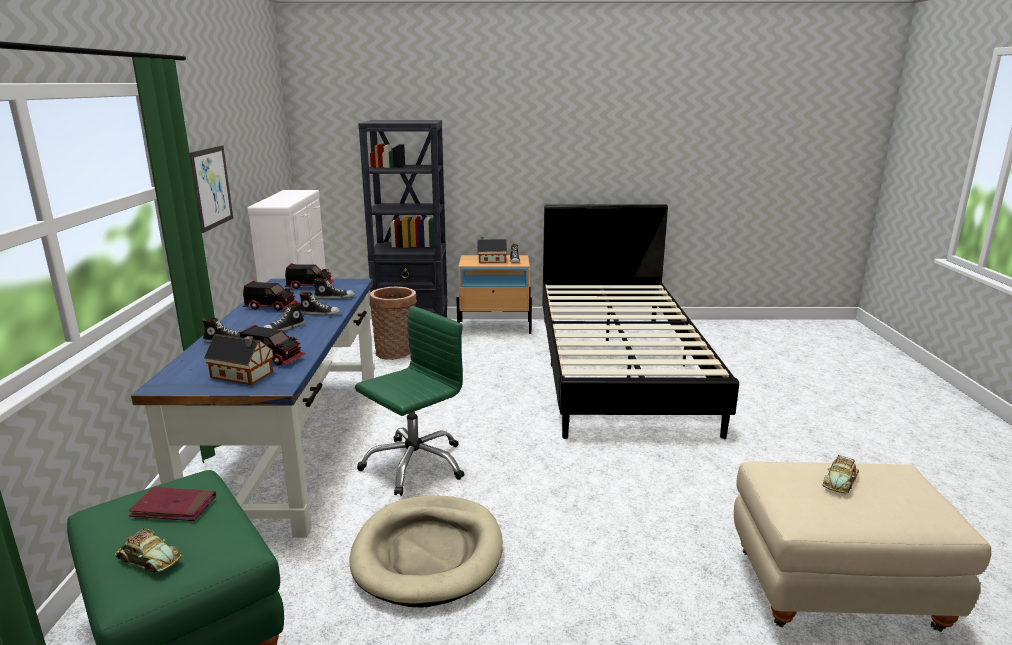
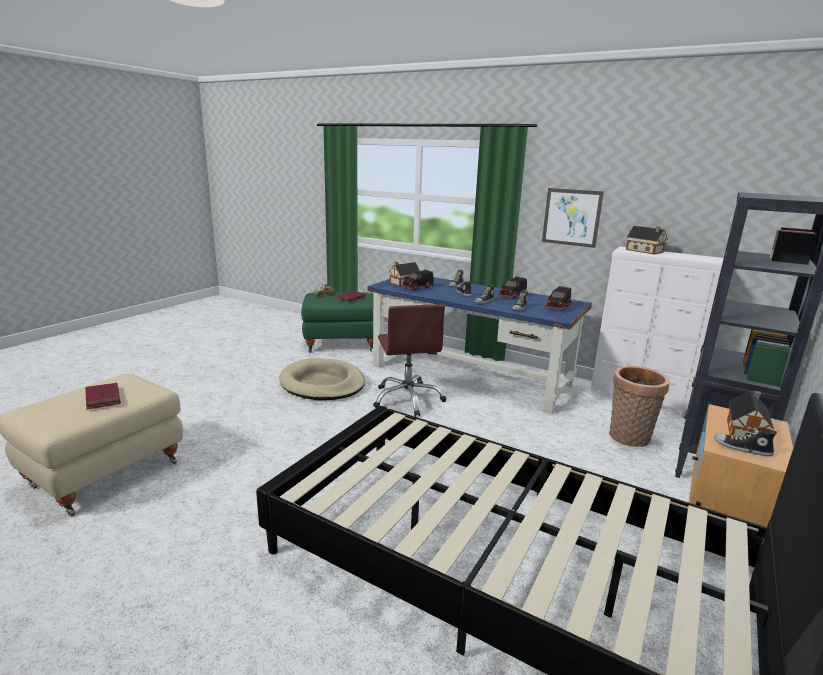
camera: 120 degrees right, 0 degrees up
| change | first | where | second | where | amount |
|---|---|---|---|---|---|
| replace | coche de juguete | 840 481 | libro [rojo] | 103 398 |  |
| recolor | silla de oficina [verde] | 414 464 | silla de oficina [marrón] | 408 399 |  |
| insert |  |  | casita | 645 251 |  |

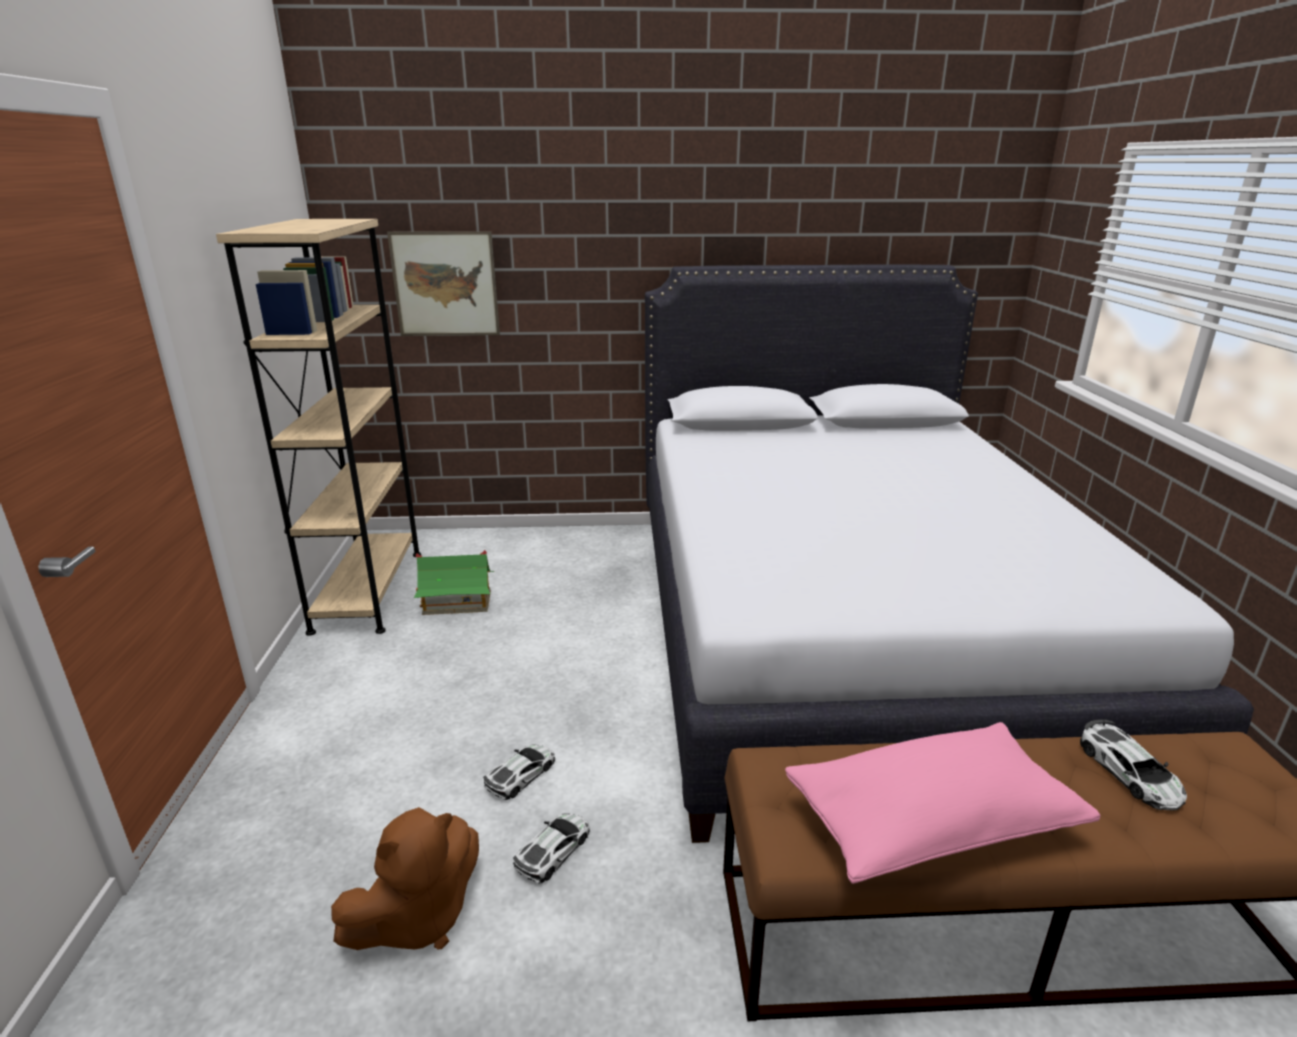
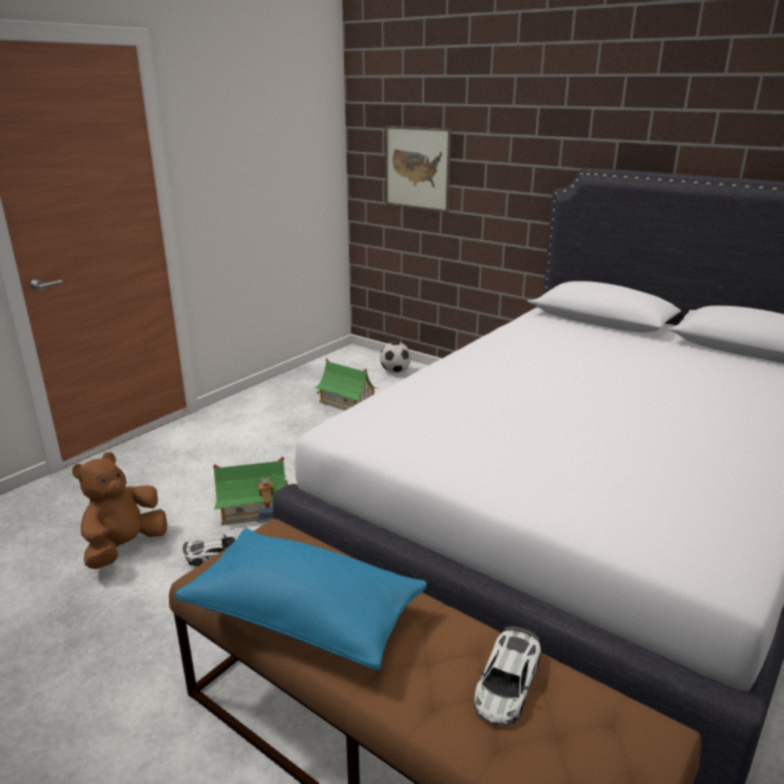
camera: 40 degrees right, 0 degrees up
| change | first | where | second | where | amount |
|---|---|---|---|---|---|
| rotate | peluche [marrón] | 418 918 |  | 125 548 | 120 degrees clockwise |
| recolor | cojín [rosa] | 930 823 | cojín [azul] | 304 616 |  |
| replace | coche de juguete | 521 775 | casita | 254 509 |  |
| insert |  |  | balón de fútbol | 395 371 |  |
| delete | estantería [beis] | 368 590 |  |  |  |

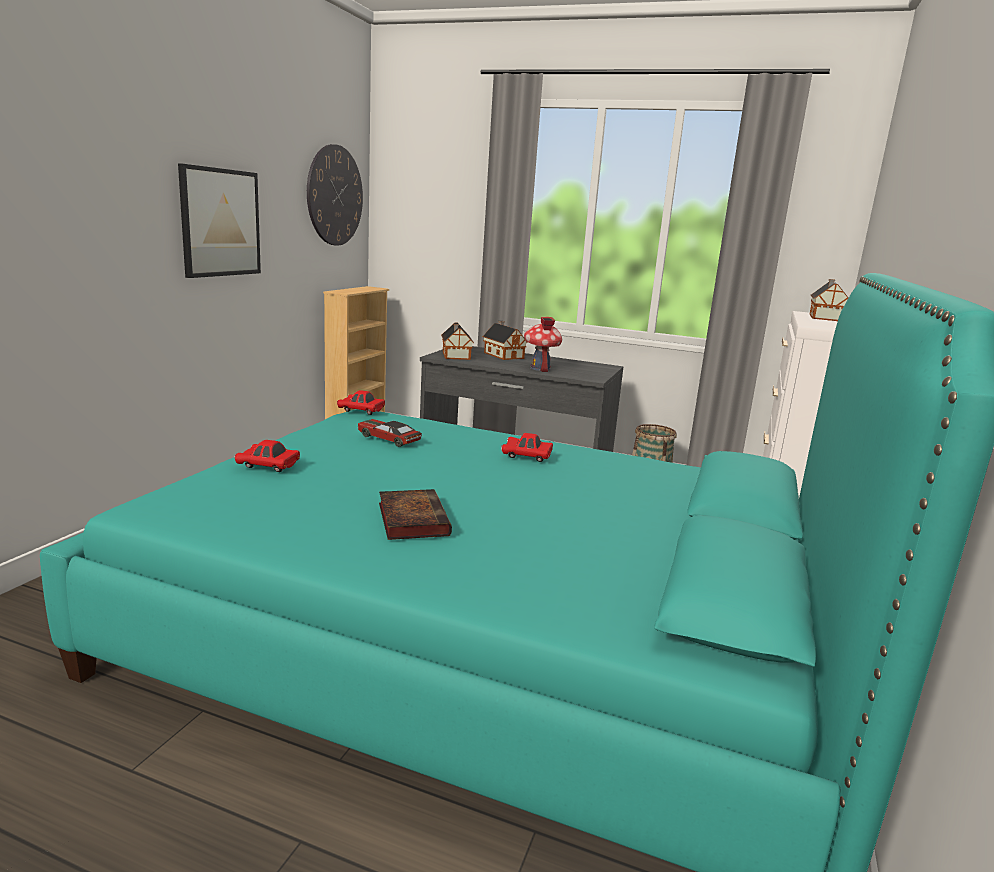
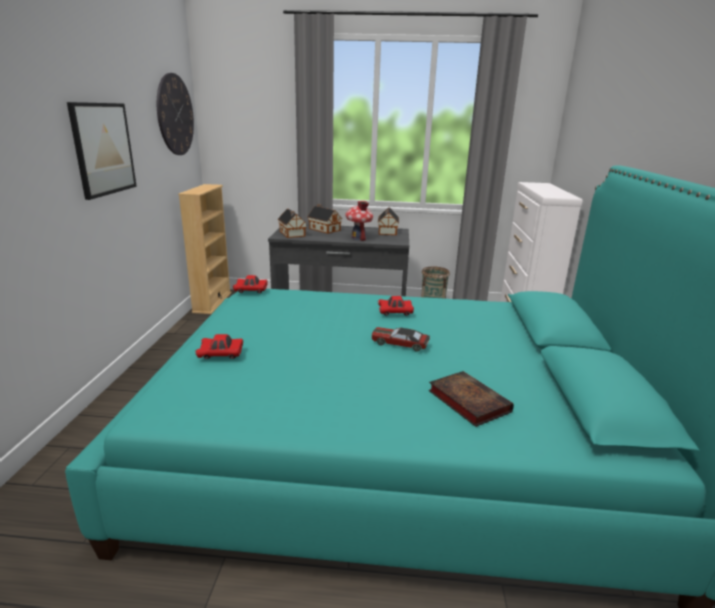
camera: 15 degrees left, 5 degrees up
| change | first | where | second | where | amount |
|---|---|---|---|---|---|
| move | coche de juguete | 388 439 |  | 399 343 |  |
| move | casita | 825 318 |  | 387 232 |  |
| move | libro | 411 519 |  | 466 401 |  |

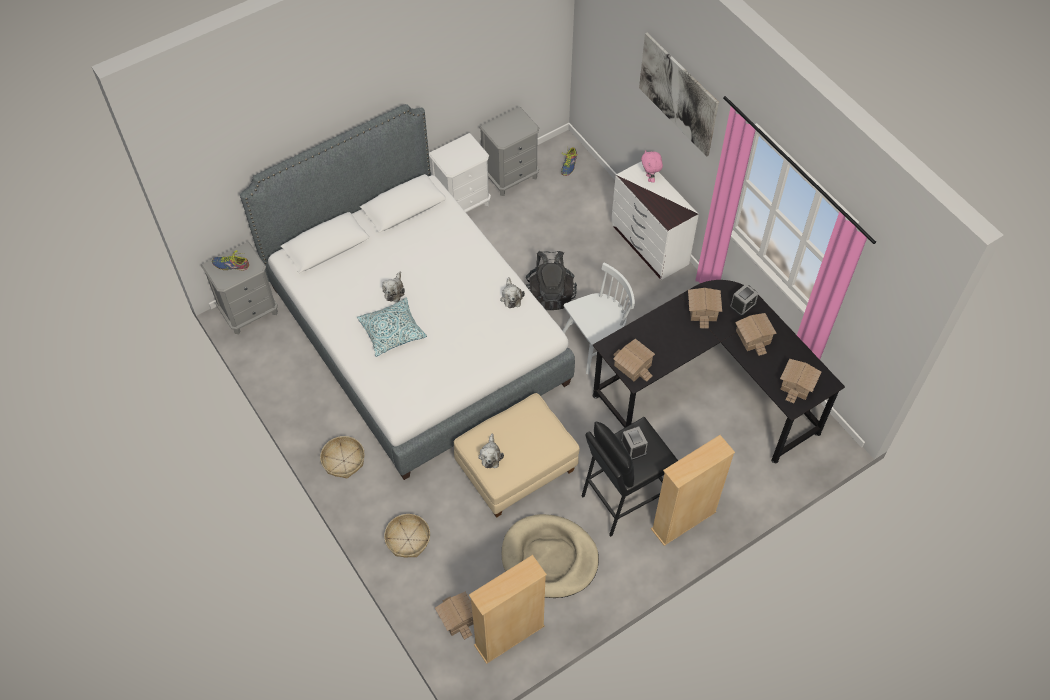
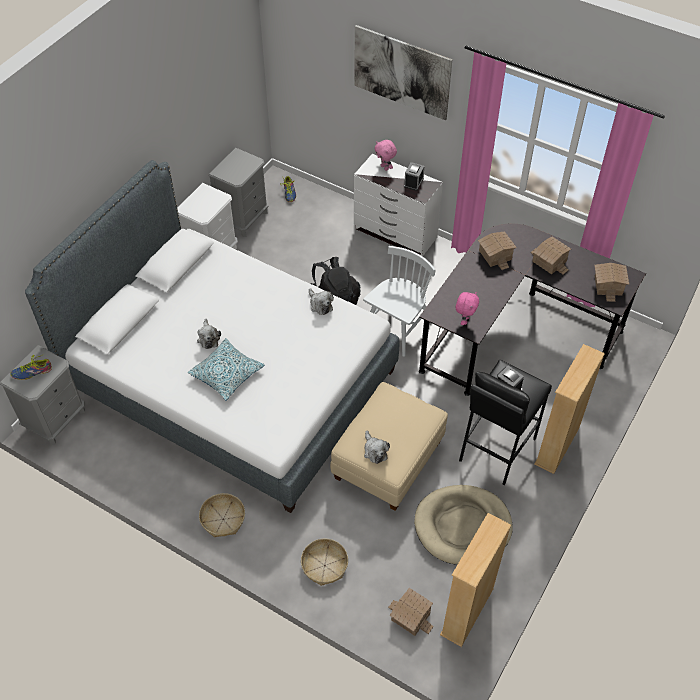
camera: 25 degrees left, 5 degrees down
| change | first | where | second | where | amount |
|---|---|---|---|---|---|
| move | despertador | 742 305 |  | 413 182 |  |
| replace | casita | 633 365 | peluche [rosa] | 464 320 |  |

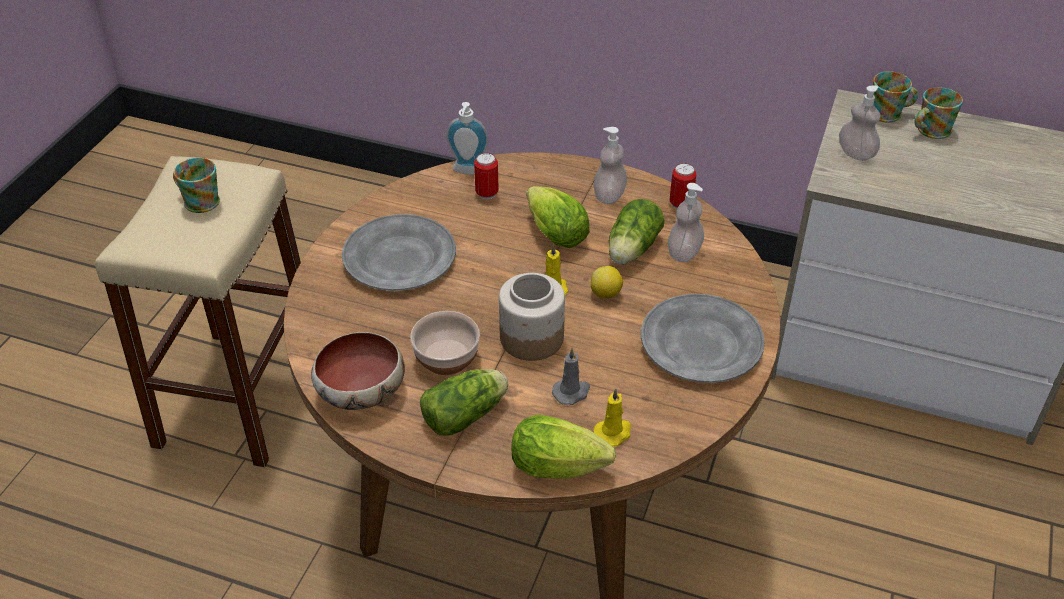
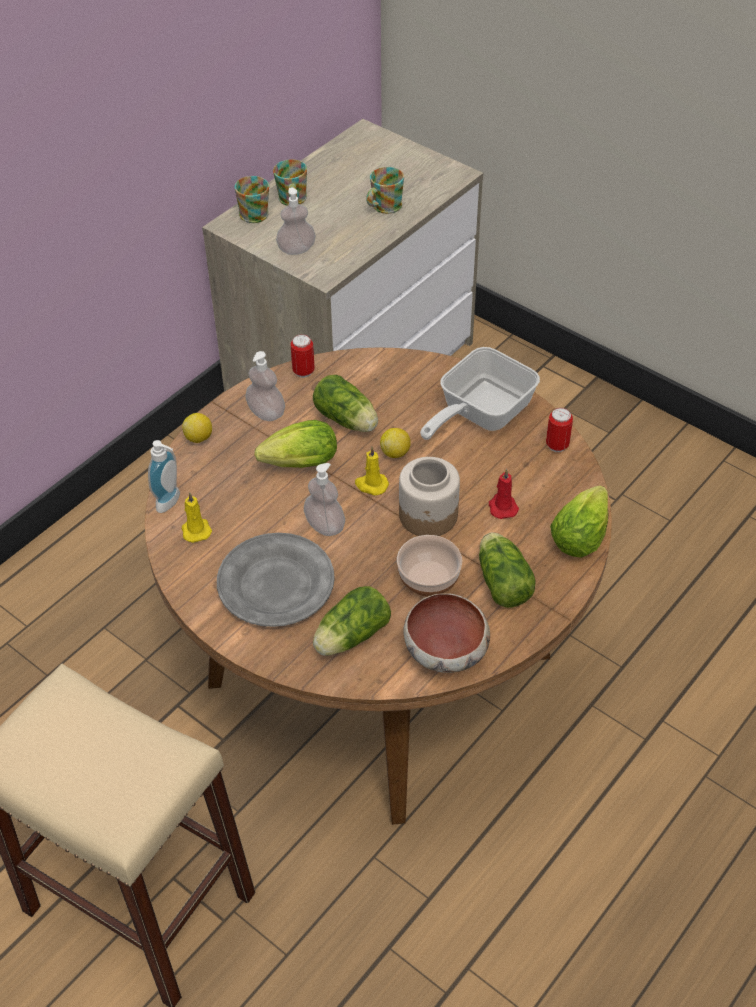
camera: 70 degrees left, 5 degrees up
| change | first | where | second | where | amount |
|---|---|---|---|---|---|
| insert |  |  | limón | 199 438 |  |
| move | vela [amarillo] | 613 432 |  | 196 530 |  |
| move | dispensador de jabón | 684 253 |  | 325 526 |  |
| insert |  |  | lechuga | 349 637 |  |
| move | taza grande | 198 200 |  | 383 207 |  |
| replace | plato [gris] | 700 343 | sartén | 478 414 |  |
| recolor | vela [gris] | 572 392 | vela [rojo] | 502 506 |  |
| move | lata | 487 193 |  | 557 445 |  |

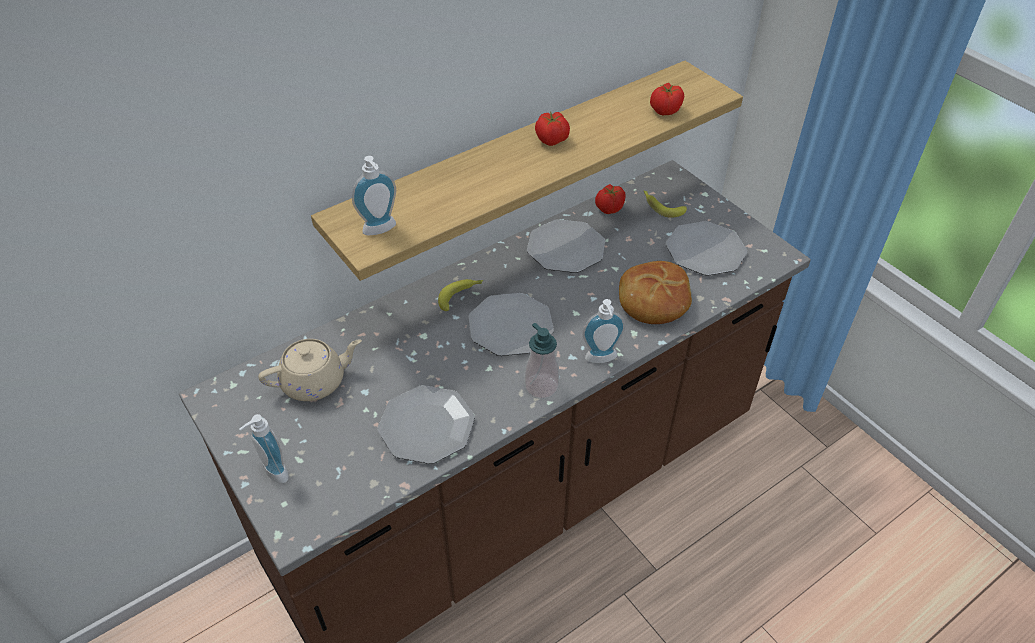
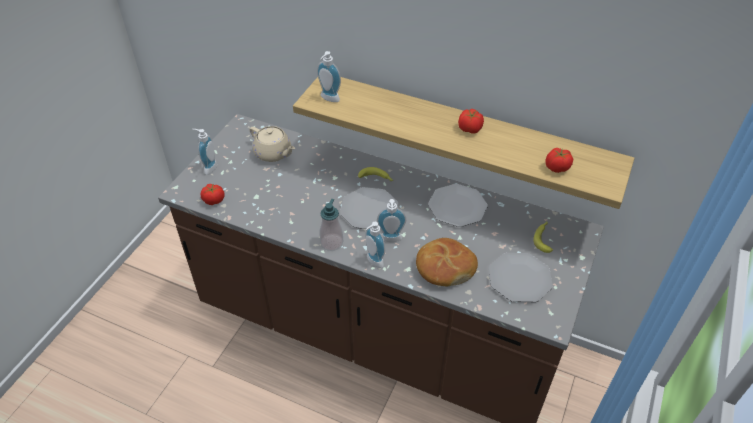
camera: 60 degrees right, 0 degrees up
| change | first | where | second | where | amount |
|---|---|---|---|---|---|
| move | tomate | 609 208 |  | 214 200 |  |
| insert |  |  | dispensador de jabón | 391 240 |  |
| delete | plato | 426 426 |  |  |  |

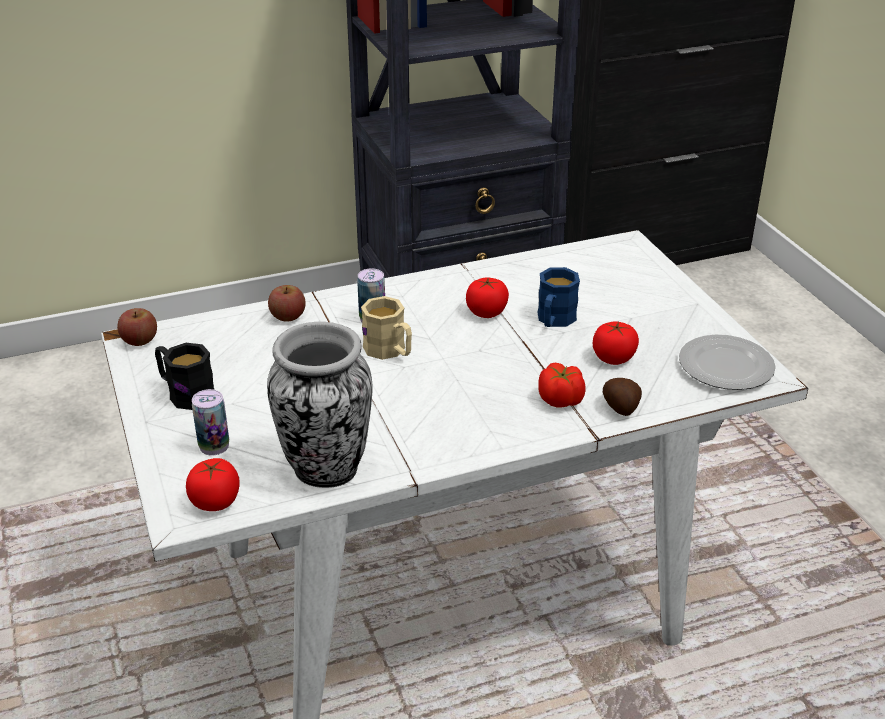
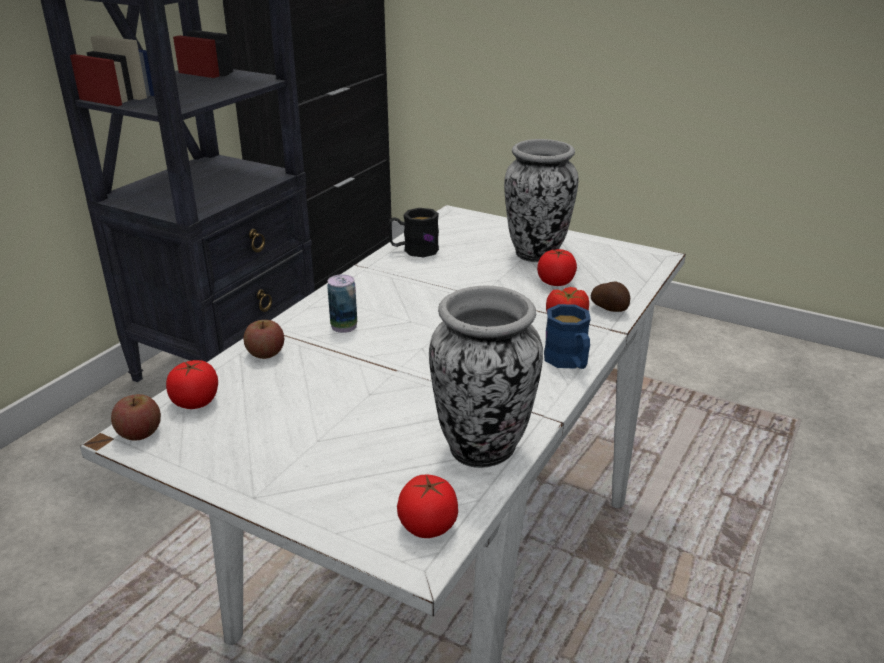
camera: 40 degrees left, 5 degrees down
| change | first | where | second | where | amount |
|---|---|---|---|---|---|
| move | tomate | 486 312 |  | 196 402 |  |
| move | taza grande [negro] | 185 393 |  | 413 250 |  |
| insert |  |  | florero | 537 254 |  |
| move | taza grande [azul] | 554 321 |  | 569 362 |  |
| delete | lata | 214 446 |  |  |  |
| delete | taza grande [beis] | 390 351 |  |  |  |
| delete | plato | 726 367 |  |  |  |

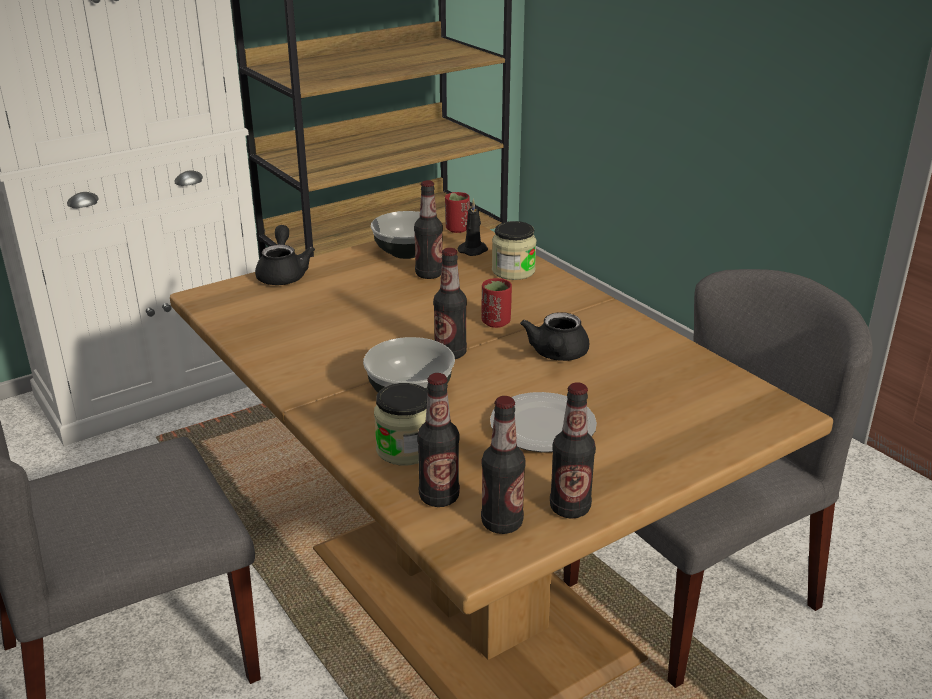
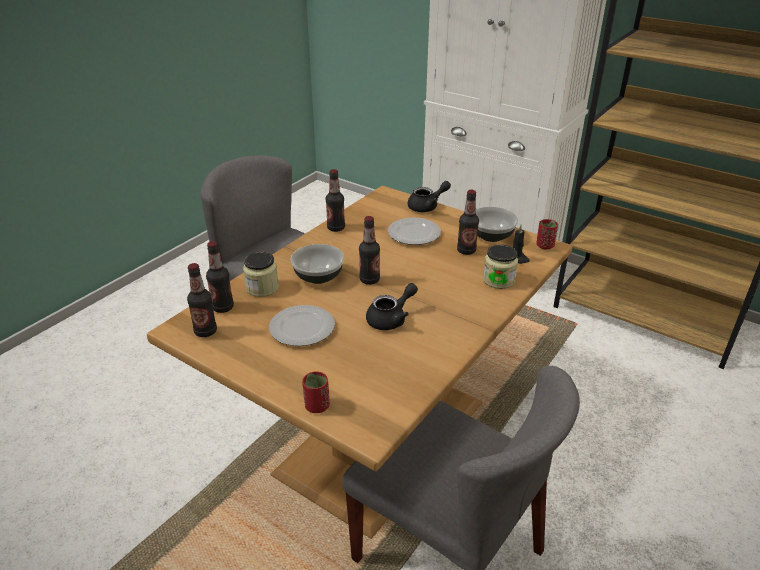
camera: 70 degrees right, 5 degrees up
| change | first | where | second | where | amount |
|---|---|---|---|---|---|
| move | taza [rojo] | 496 322 |  | 317 406 |  |
| move | botella | 570 508 |  | 336 228 |  |
| rotate | tetera [negro] | 557 355 |  | 391 319 | 150 degrees clockwise |
| insert |  |  | plato | 414 234 |  |

